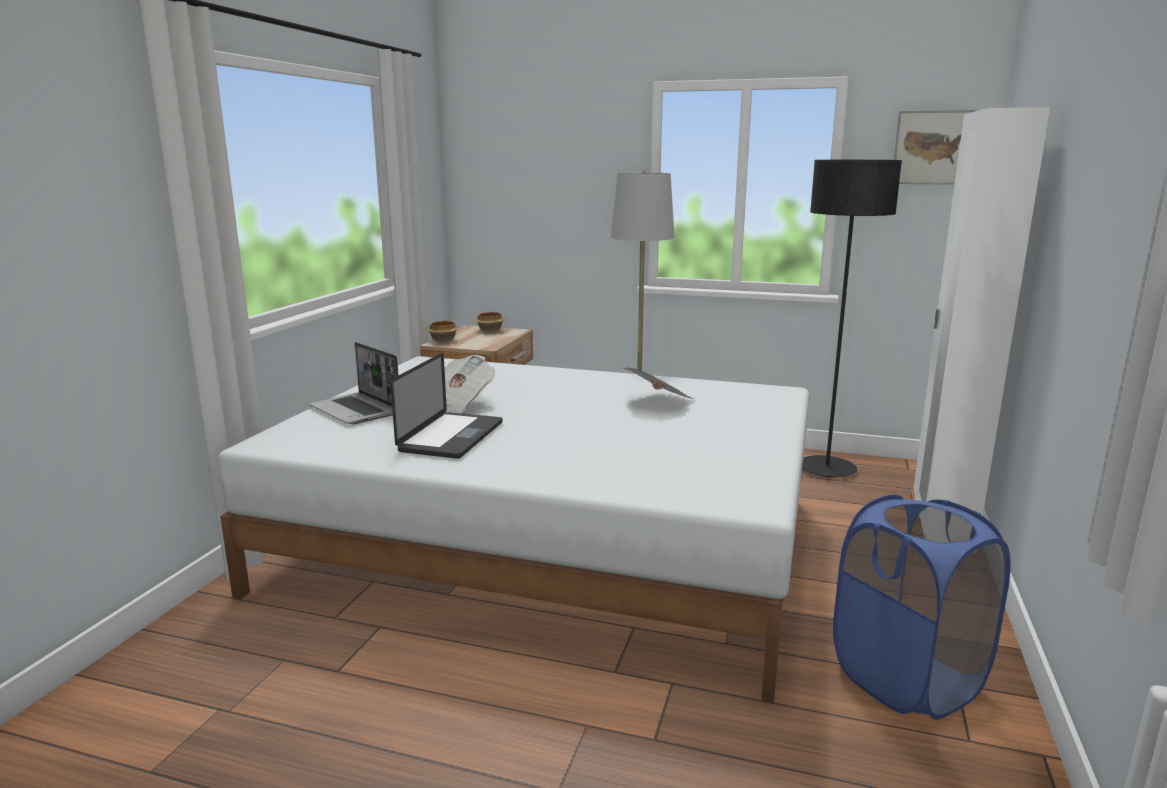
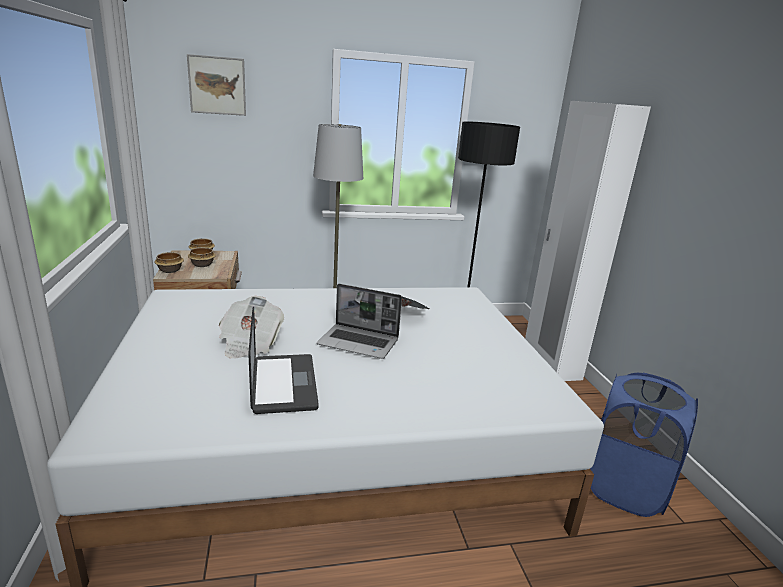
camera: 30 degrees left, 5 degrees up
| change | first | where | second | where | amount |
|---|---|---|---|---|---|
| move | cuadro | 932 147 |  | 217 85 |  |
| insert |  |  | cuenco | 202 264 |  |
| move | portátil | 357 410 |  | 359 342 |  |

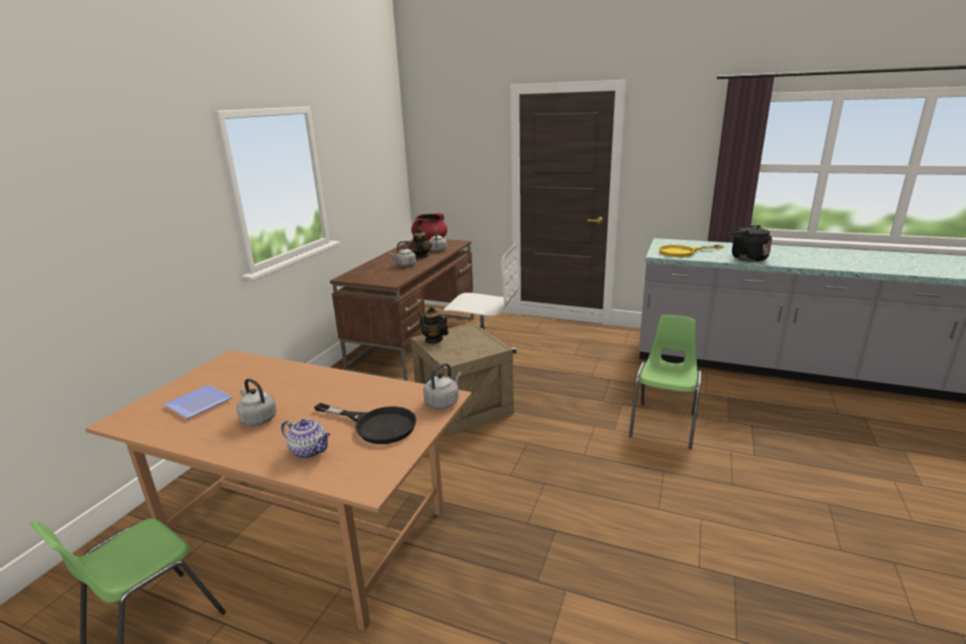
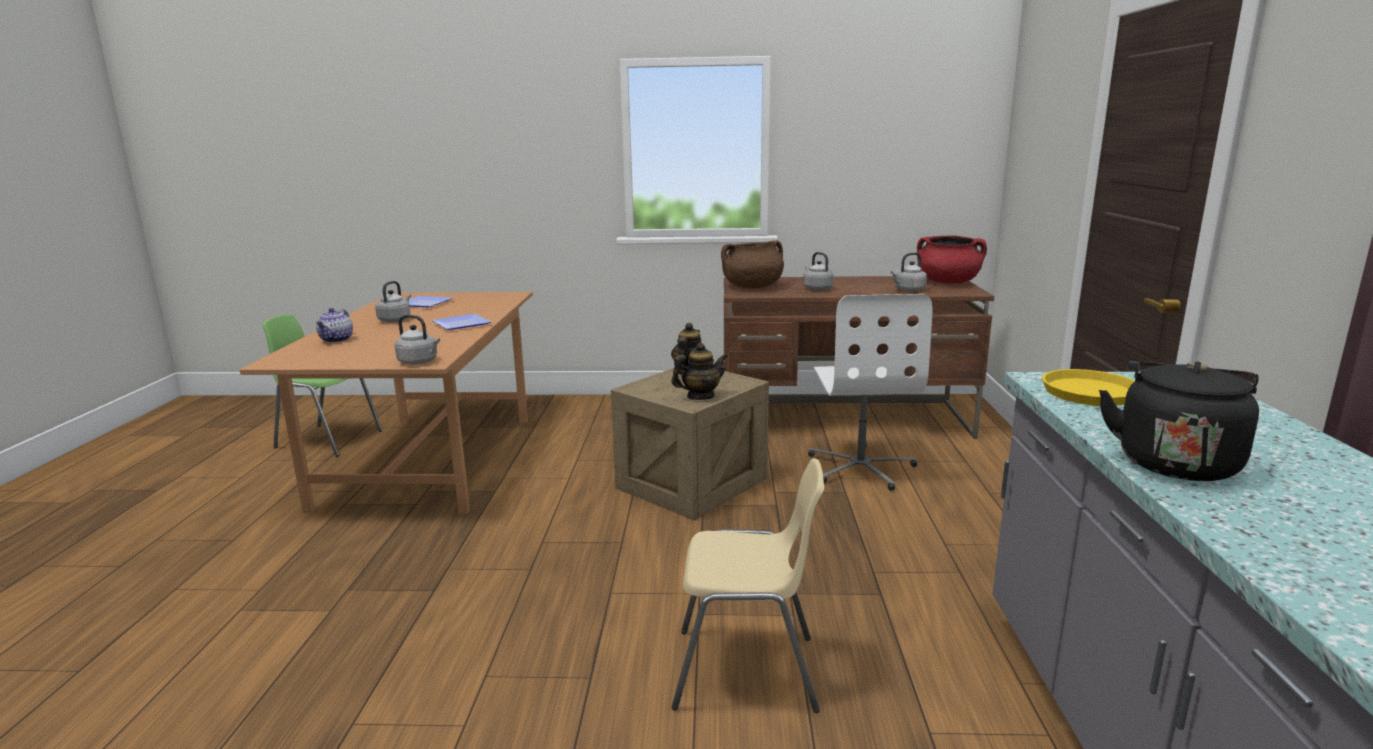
camera: 70 degrees right, 5 degrees down
| change | first | where | second | where | amount |
|---|---|---|---|---|---|
| insert |  |  | plato | 459 324 |  |
| move | tetera | 421 256 |  | 700 396 |  |
| recolor | silla [verde] | 664 424 | silla [beis] | 747 671 |  |
| insert |  |  | olla [marrón] | 752 287 |  |
| delete | sartén [negro] | 376 425 |  |  |  |

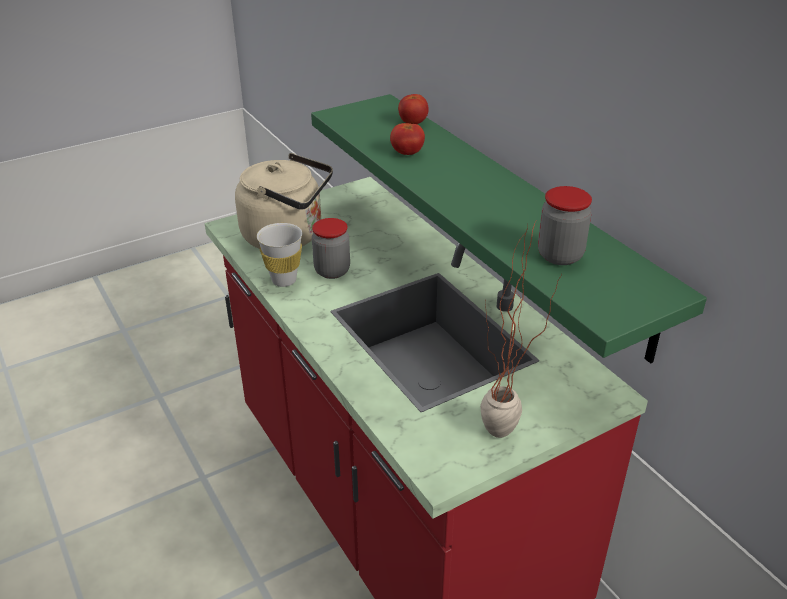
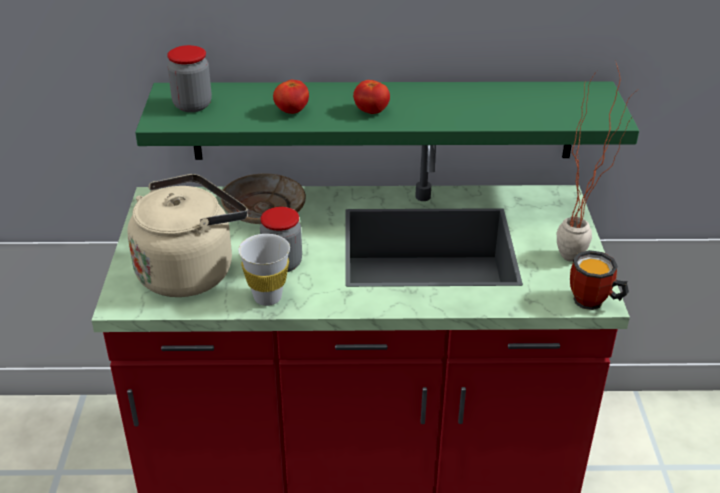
camera: 60 degrees left, 0 degrees up
| change | first | where | second | where | amount |
|---|---|---|---|---|---|
| move | tarro | 560 255 |  | 192 105 |  |
| insert |  |  | plato [beis] | 263 209 |  |
| move | tomate | 413 123 |  | 371 111 |  |
| insert |  |  | taza grande | 593 303 |  |

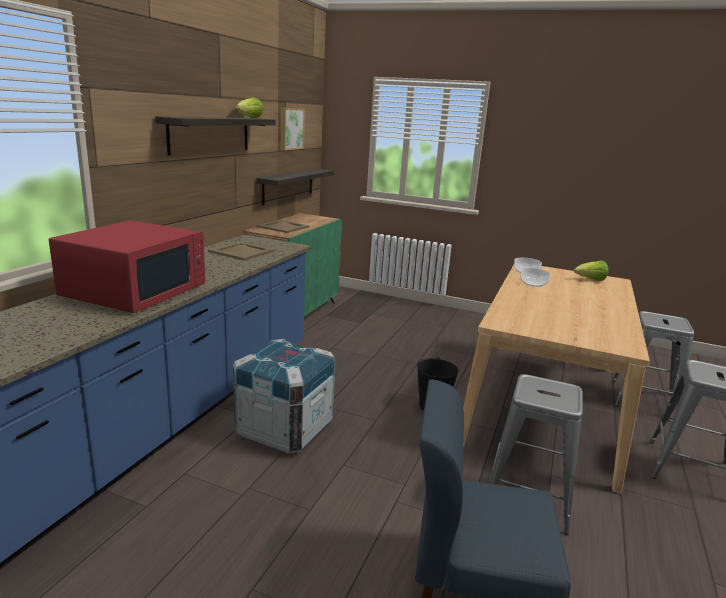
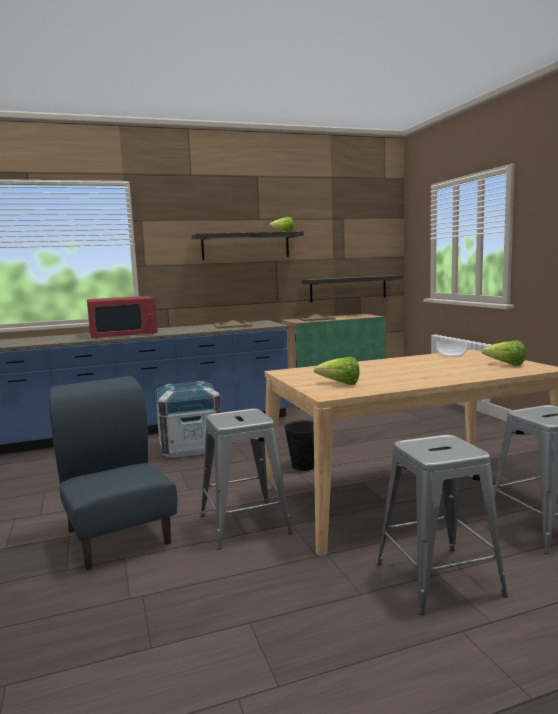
camera: 50 degrees right, 10 degrees down
| change | first | where | second | where | amount |
|---|---|---|---|---|---|
| insert |  |  | lechuga | 340 384 |  |
| delete | cuadro | 290 128 |  |  |  |
| delete | cuenco | 533 283 |  |  |  |

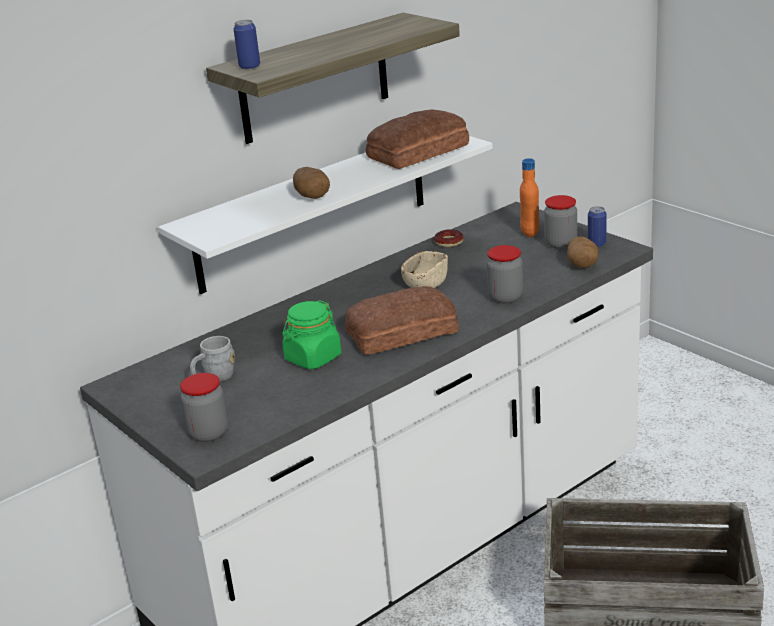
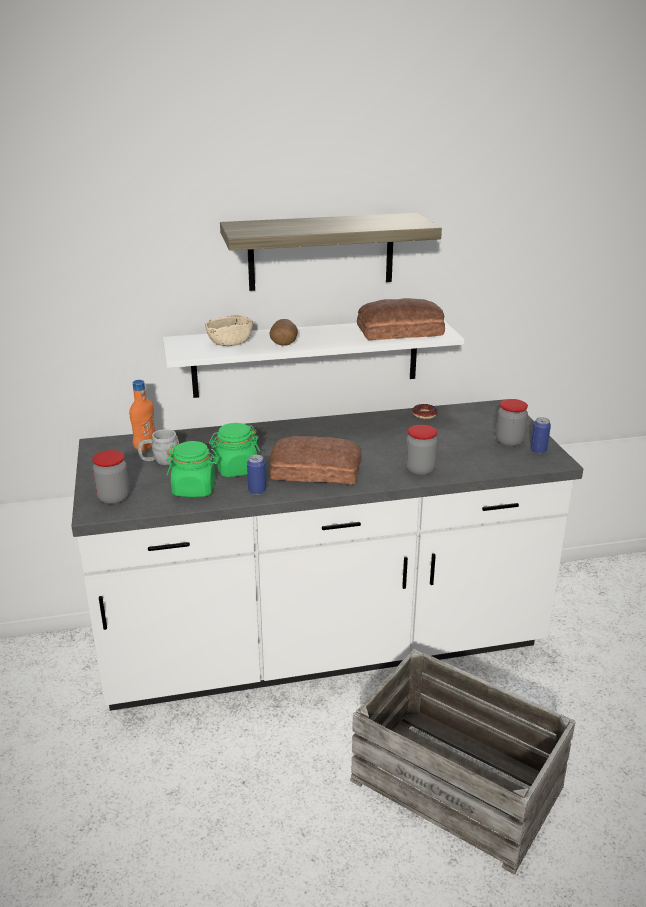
camera: 25 degrees right, 0 degrees up
| change | first | where | second | where | amount |
|---|---|---|---|---|---|
| move | botella [naranja] | 529 232 |  | 145 447 |  |
| insert |  |  | tarro [verde] | 194 489 |  |
| move | cuenco [beis] | 425 284 |  | 230 342 |  |
| move | lata | 249 67 |  | 257 491 |  |
| delete | patata | 582 264 |  |  |  |

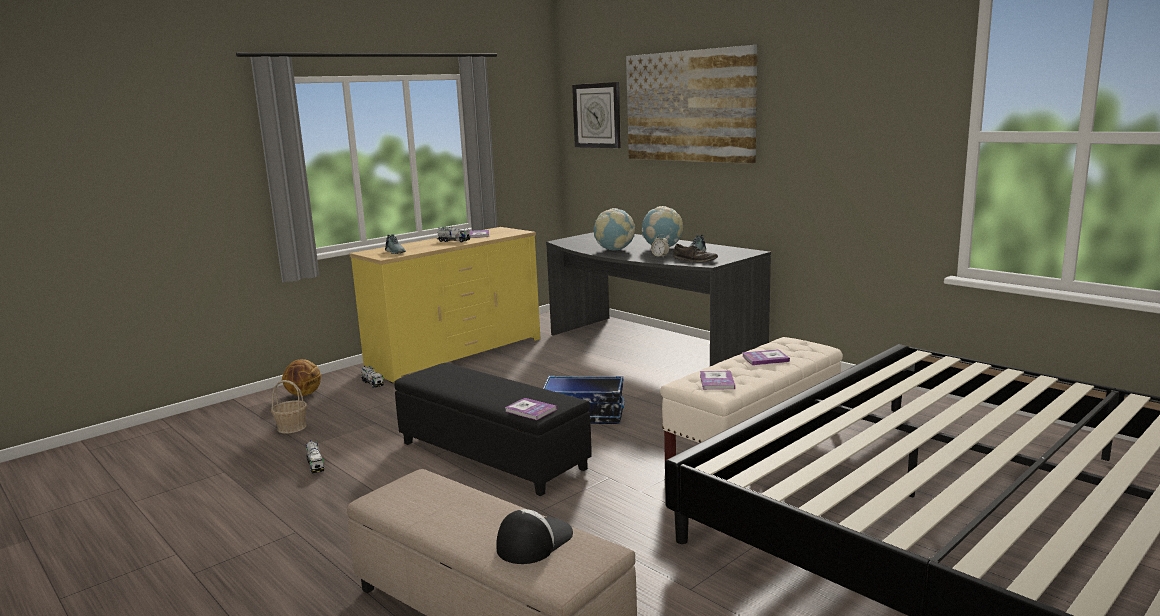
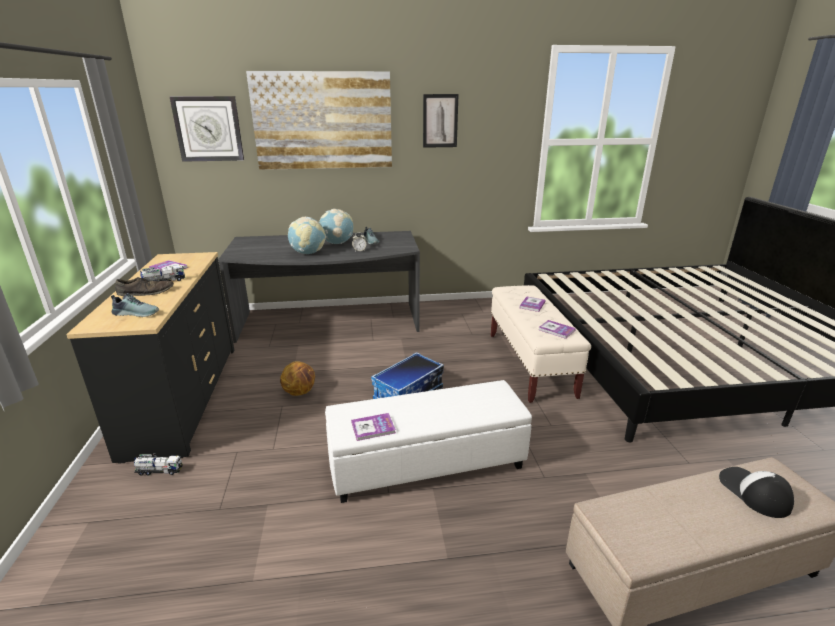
camera: 55 degrees left, 10 degrees up
| change | first | where | second | where | amount |
|---|---|---|---|---|---|
| recolor | cómoda [amarillo] | 456 354 | cómoda [negro] | 183 397 |  |
| move | zapato [marrón] | 695 260 |  | 146 292 |  |
| move | balón de baloncesto | 304 394 |  | 300 392 |  |
| recolor | puf [negro] | 490 456 | puf [blanco] | 427 464 |  |
| move | libro | 530 410 |  | 373 428 |  |
| insert |  |  | cuadro | 440 121 |  |
| delete | cesta | 292 427 |  |  |  |
| delete | camión de juguete | 315 465 |  |  |  |

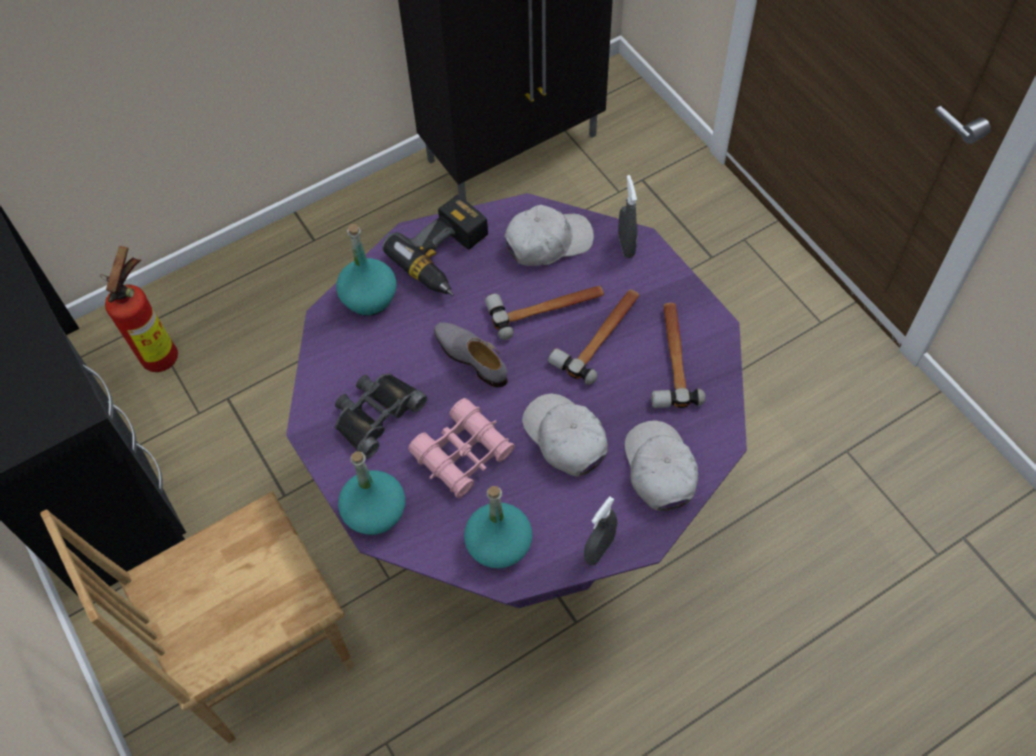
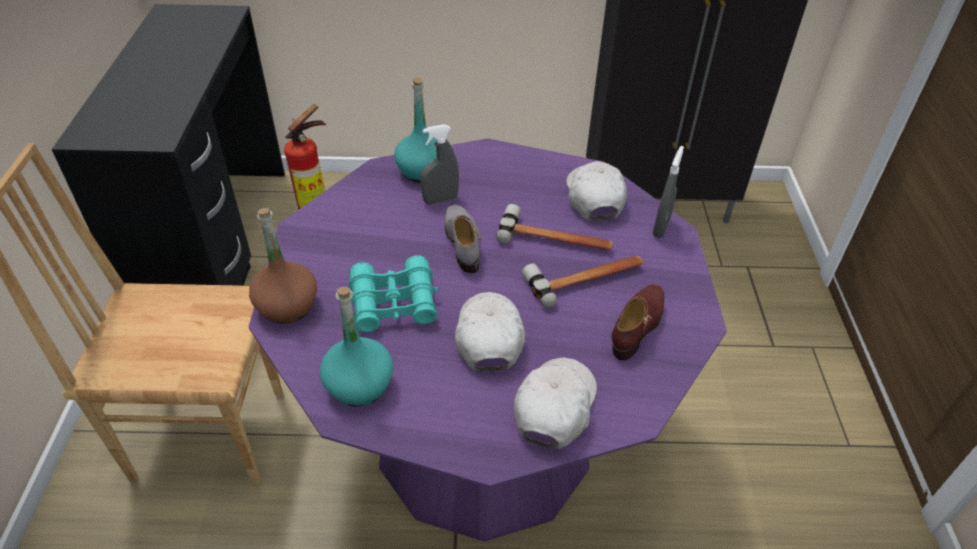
camera: 30 degrees right, 15 degrees down
| change | first | where | second | where | amount |
|---|---|---|---|---|---|
| recolor | botella [turquesa] | 374 512 | botella [marrón] | 287 306 |  |
| recolor | prismáticos [rosa] | 463 454 | prismáticos [turquesa] | 394 303 |  |
| move | pulverizador [gris] | 599 550 |  | 440 200 |  |
| rotate | gorra [blanco] | 547 242 |  | 594 197 | 105 degrees counterclockwise |
| replace | martillo | 672 357 | zapato [marrón] | 638 325 |  |
| delete | prismáticos [negro] | 375 414 |  |  |  |
| delete | taladro | 447 257 |  |  |  |

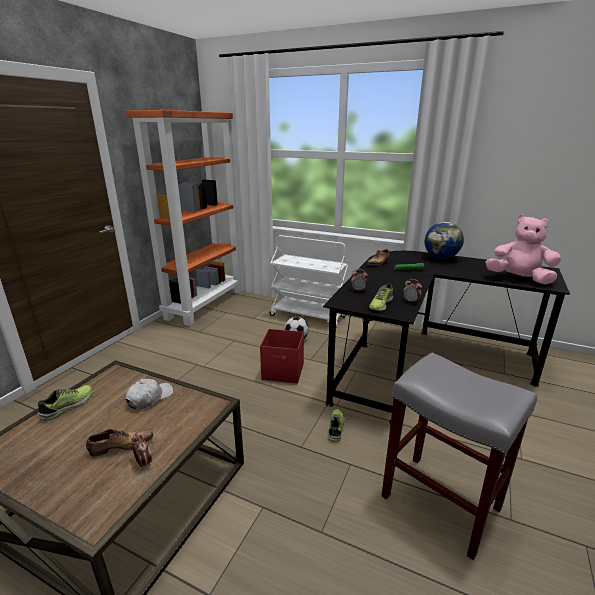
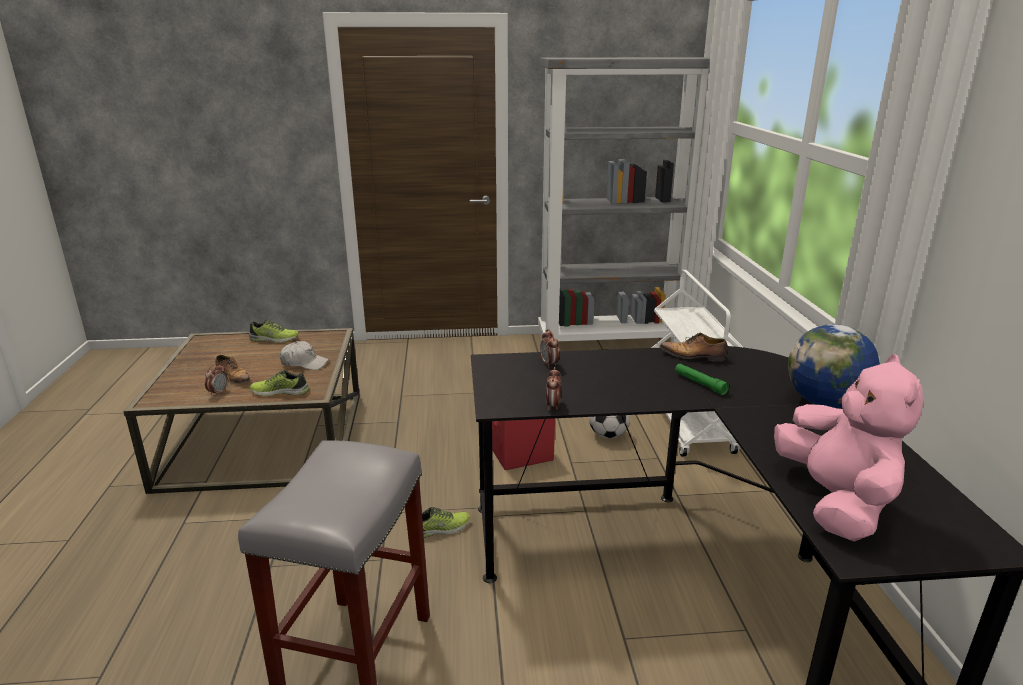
camera: 60 degrees right, 0 degrees up
| change | first | where | second | where | amount |
|---|---|---|---|---|---|
| move | zapato | 380 304 |  | 280 391 |  |
| recolor | estantería [naranja] | 206 303 | estantería [gris] | 611 343 |  |

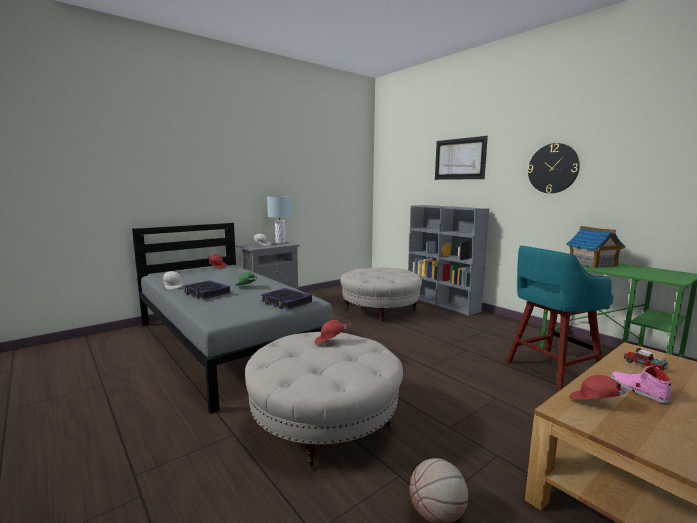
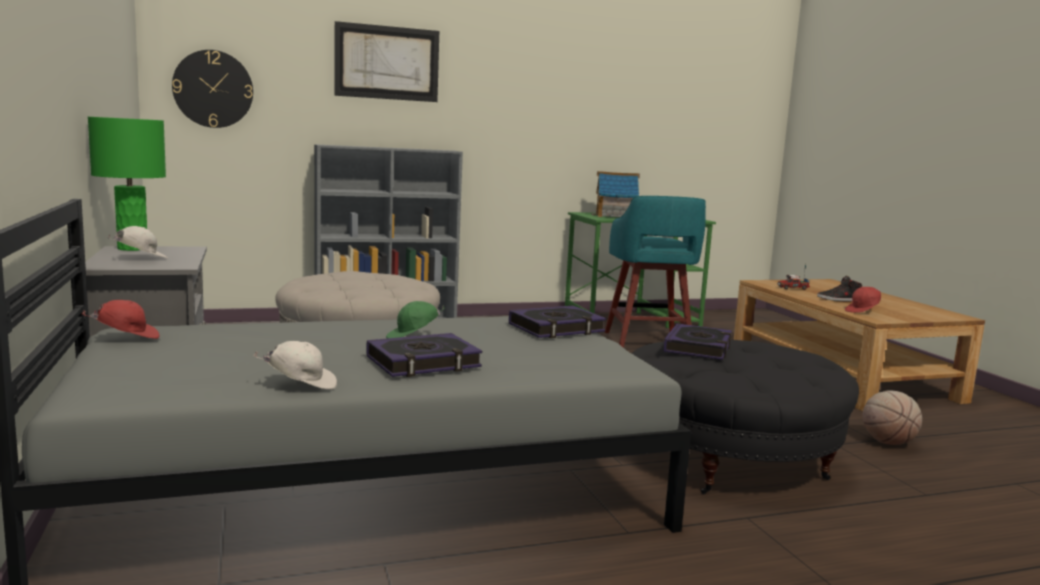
camera: 70 degrees left, 0 degrees up
| change | first | where | second | where | amount |
|---|---|---|---|---|---|
| recolor | lámpara de mesa [gris] | 280 242 | lámpara de mesa [verde] | 133 248 |  |
| move | reloj de pared | 553 168 |  | 213 89 |  |
| recolor | puf [beis] | 324 422 | puf [negro] | 729 458 |  |
| replace | gorra [rojo] | 330 341 | libro | 698 348 |  |
| recolor | zapato [rosa] | 638 390 | zapato [negro] | 839 300 |  |

